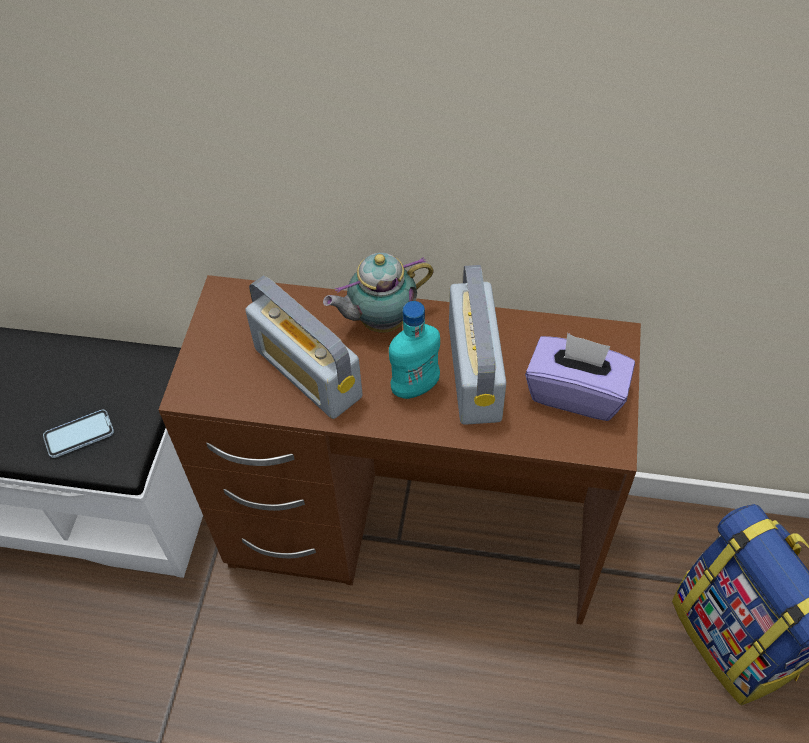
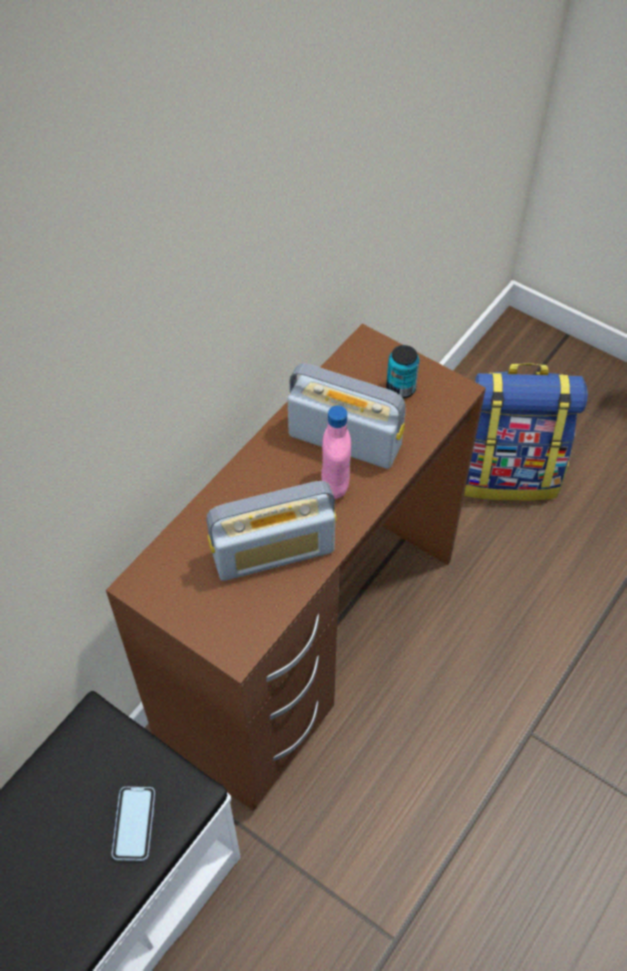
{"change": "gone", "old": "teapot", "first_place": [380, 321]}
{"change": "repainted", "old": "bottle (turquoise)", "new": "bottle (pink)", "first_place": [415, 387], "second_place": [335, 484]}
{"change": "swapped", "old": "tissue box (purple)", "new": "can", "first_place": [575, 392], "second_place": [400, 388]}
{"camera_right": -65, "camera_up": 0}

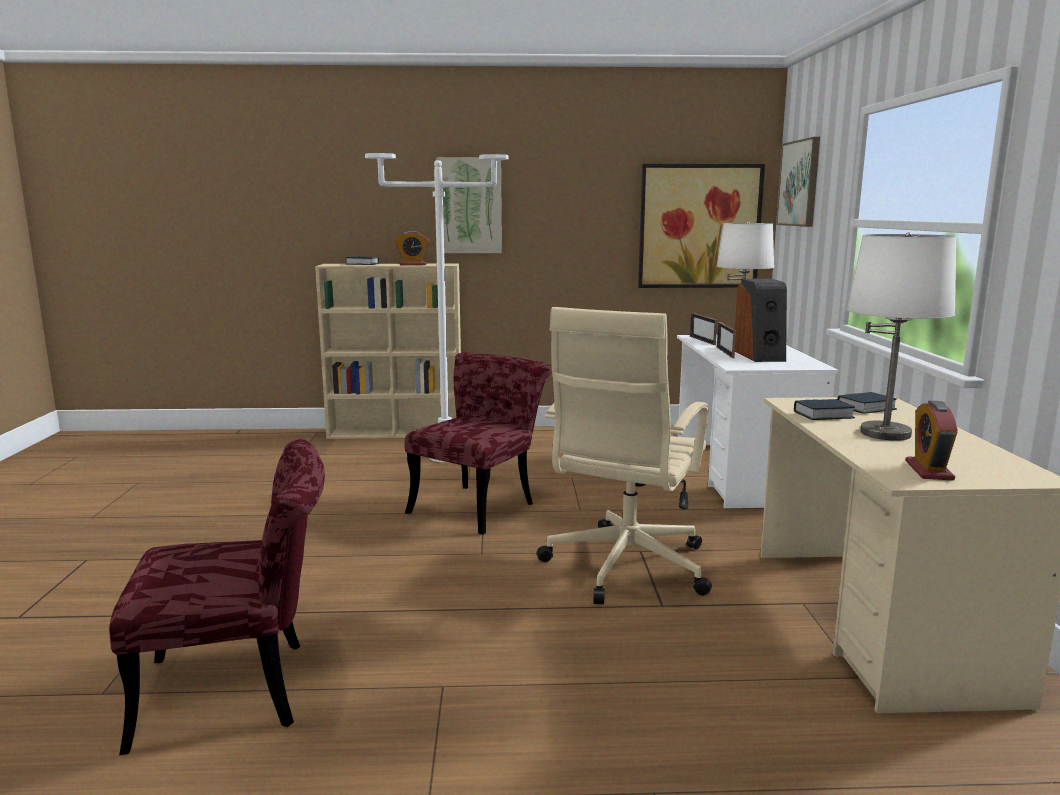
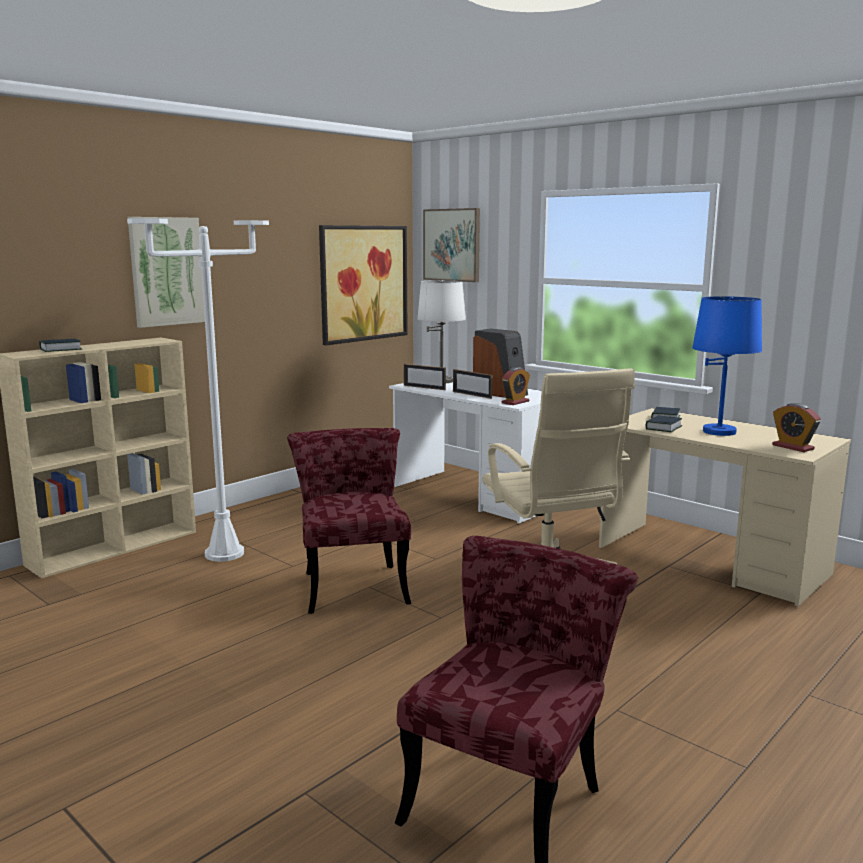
{"change": "shifted", "old": "alarm clock", "first_place": [413, 264], "second_place": [515, 402]}
{"change": "repainted", "old": "table lamp (white)", "new": "table lamp (blue)", "first_place": [885, 433], "second_place": [719, 431]}
{"camera_right": -45, "camera_up": 0}

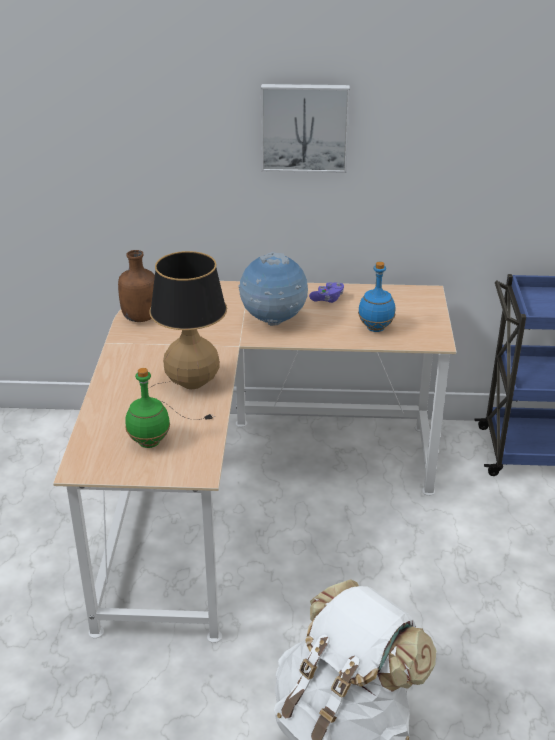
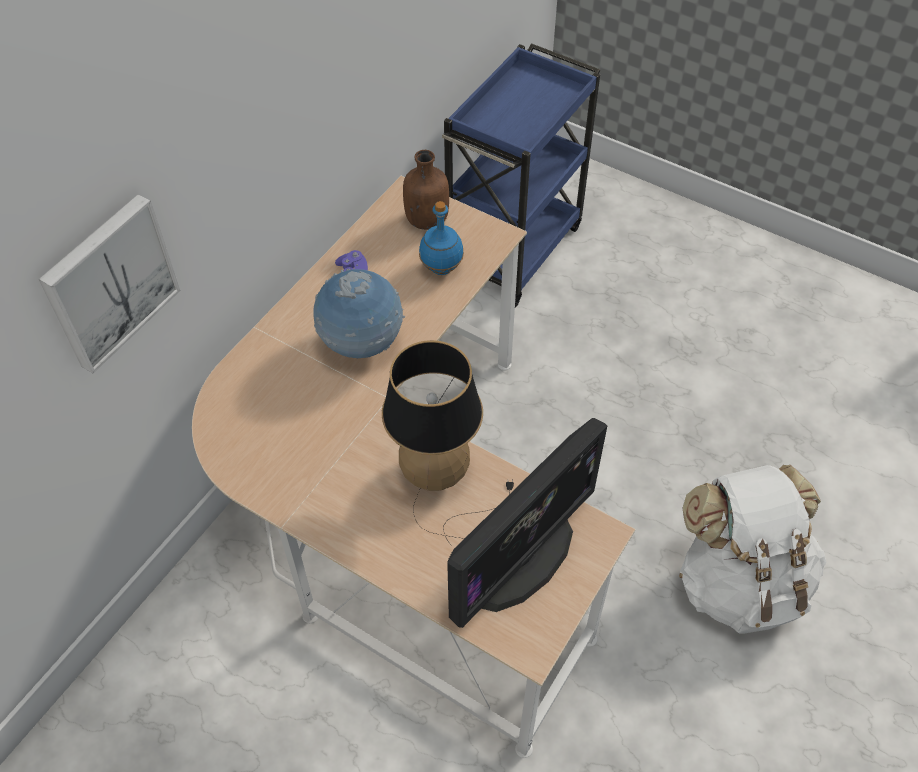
{"change": "shifted", "old": "bottle (brown)", "first_place": [141, 317], "second_place": [427, 220]}
{"change": "swapped", "old": "bottle (green)", "new": "monitor", "first_place": [150, 442], "second_place": [521, 559]}
{"change": "shifted", "old": "picture", "first_place": [304, 127], "second_place": [109, 282]}
{"camera_right": -60, "camera_up": 20}

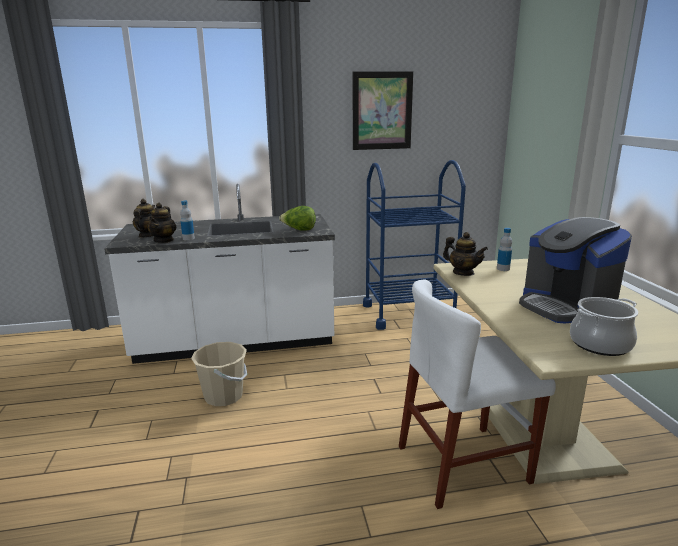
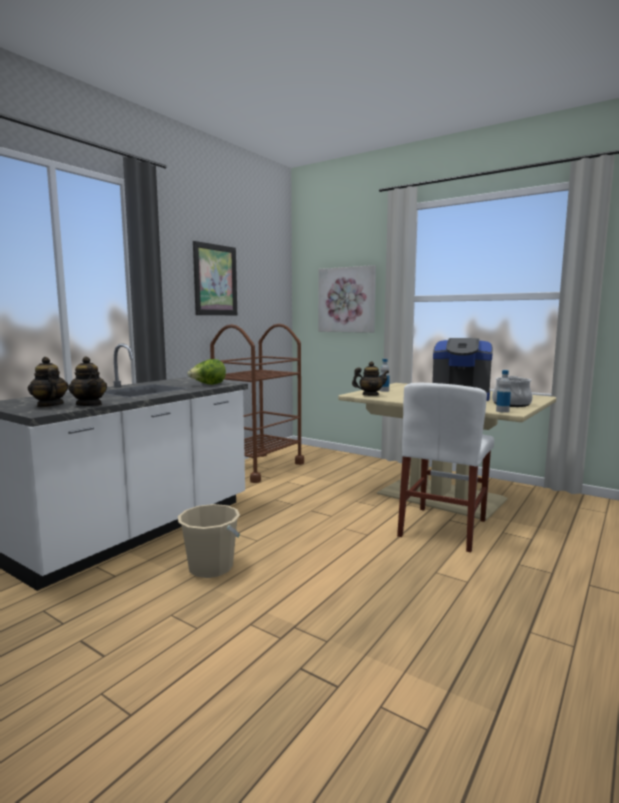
{"change": "shifted", "old": "bottle", "first_place": [188, 238], "second_place": [502, 411]}
{"change": "repainted", "old": "cart (blue)", "new": "cart (brown)", "first_place": [408, 313], "second_place": [258, 467]}
{"change": "new", "new": "picture", "second_place": [347, 300]}
{"camera_right": -45, "camera_up": -10}

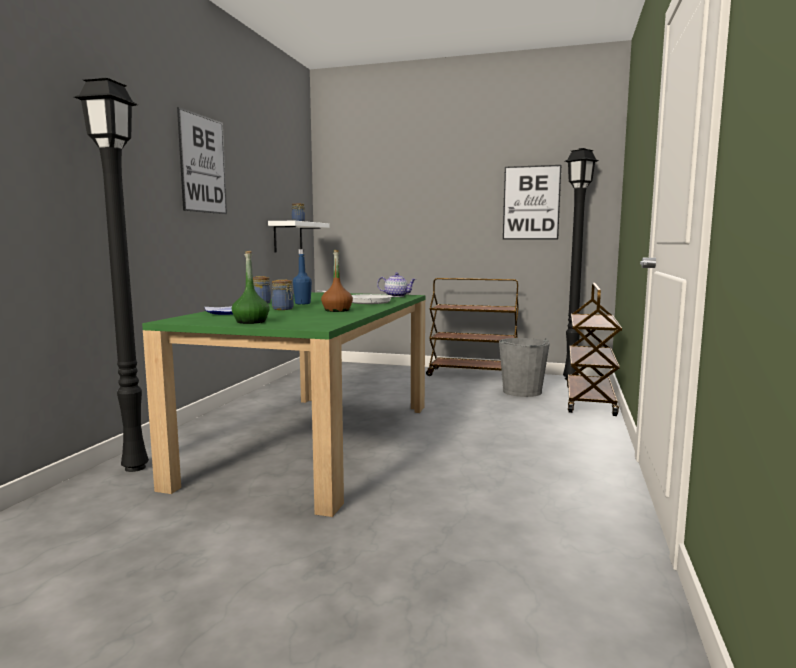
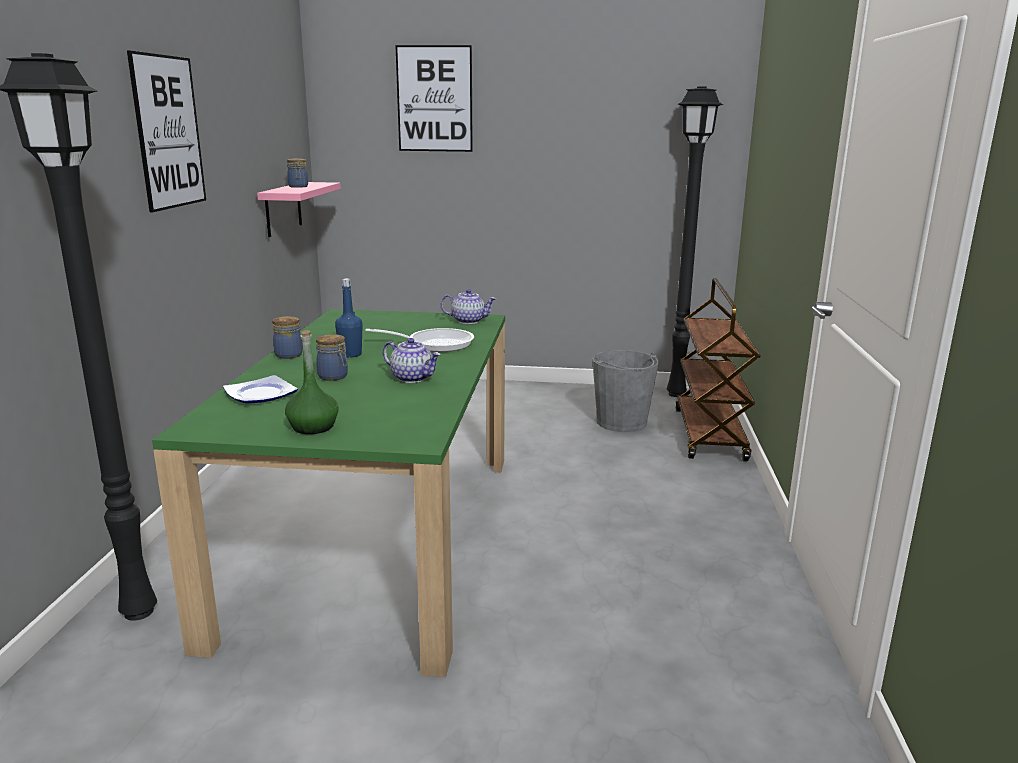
{"change": "repainted", "old": "shelf (white)", "new": "shelf (pink)", "first_place": [288, 237], "second_place": [283, 209]}
{"change": "swapped", "old": "bottle (brown)", "new": "teapot", "first_place": [337, 310], "second_place": [413, 378]}
{"change": "gone", "old": "cart (brown)", "first_place": [473, 374]}
{"change": "shifted", "old": "picture", "first_place": [531, 203], "second_place": [434, 99]}
{"camera_right": -10, "camera_up": 10}

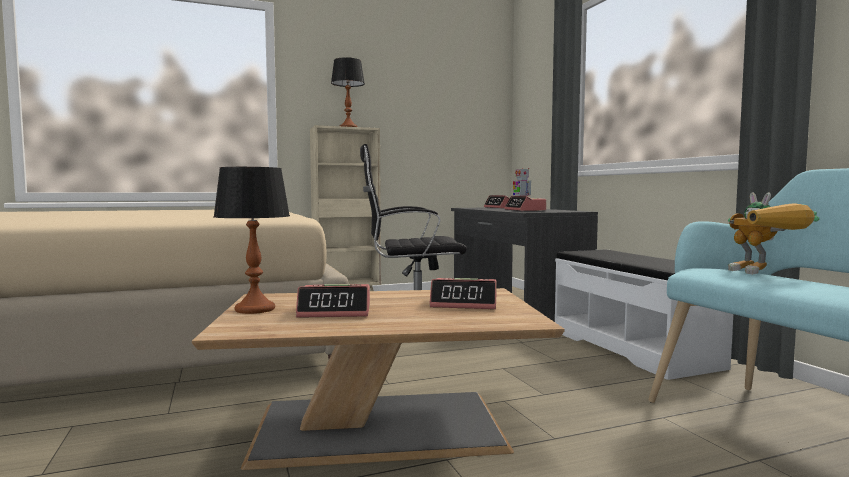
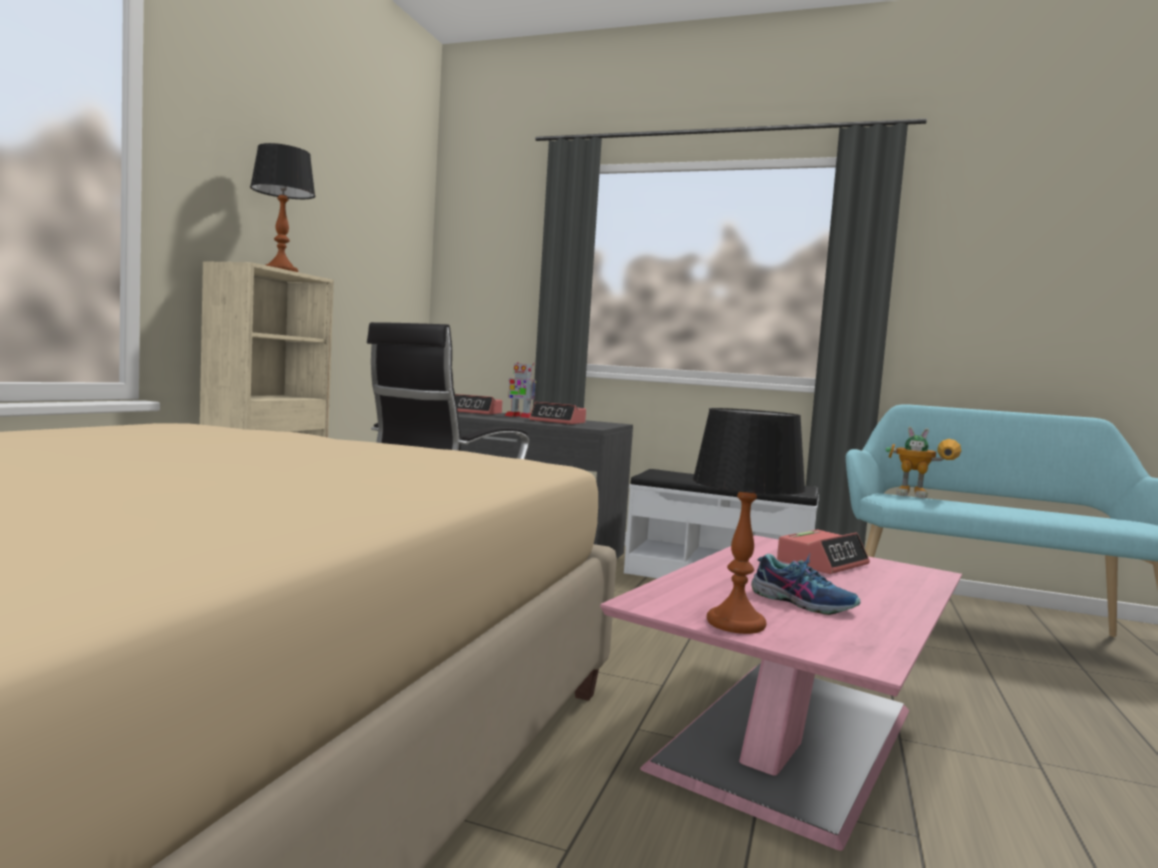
{"change": "repainted", "old": "coffee table (brown)", "new": "coffee table (pink)", "first_place": [384, 426], "second_place": [790, 733]}
{"change": "swapped", "old": "alarm clock", "new": "shoe", "first_place": [335, 312], "second_place": [803, 602]}
{"camera_right": -50, "camera_up": 0}

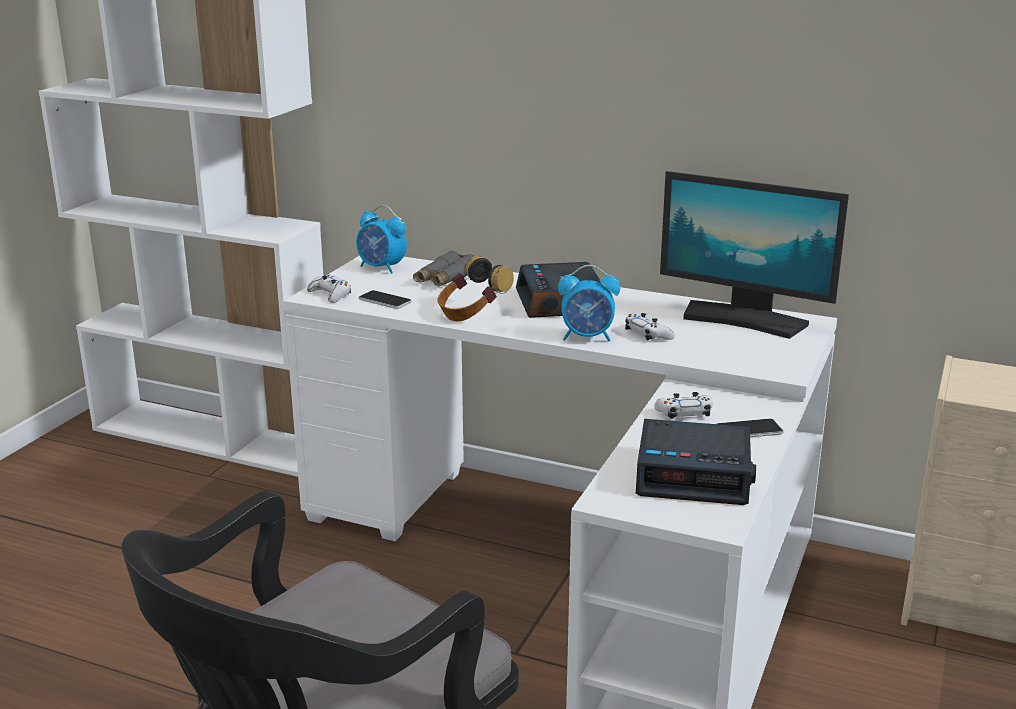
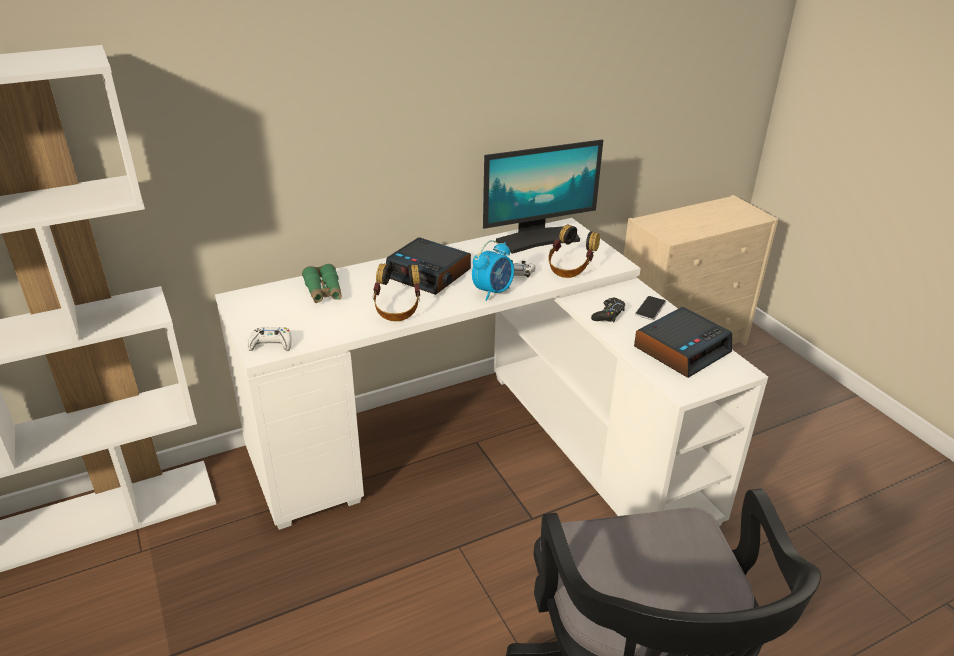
{"change": "gone", "old": "alarm clock", "first_place": [382, 268]}
{"change": "gone", "old": "phone", "first_place": [385, 301]}
{"change": "repainted", "old": "binoculars (grey)", "new": "binoculars (green)", "first_place": [445, 279], "second_place": [324, 291]}
{"change": "repainted", "old": "game controller (white)", "new": "game controller (black)", "first_place": [684, 413], "second_place": [608, 315]}
{"change": "new", "new": "headphones", "second_place": [570, 269]}
{"camera_right": -50, "camera_up": 10}

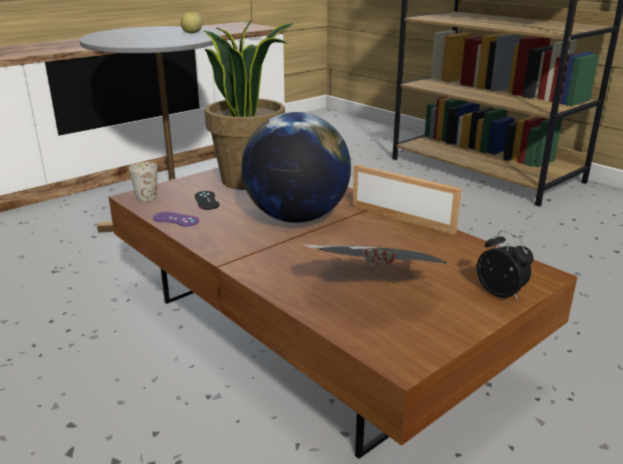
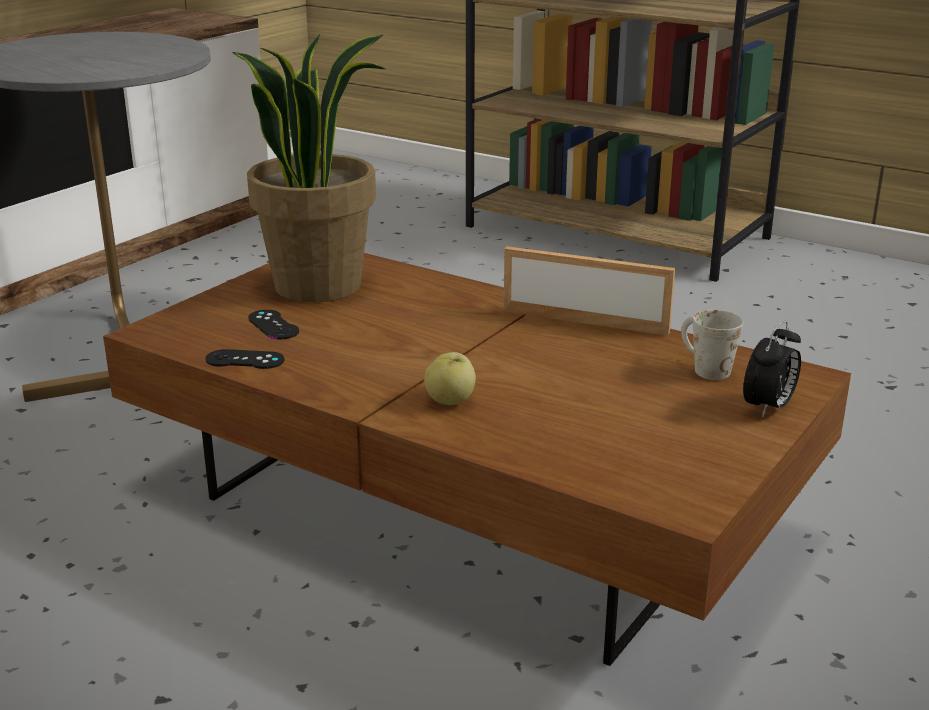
{"change": "shifted", "old": "mug (white)", "first_place": [146, 195], "second_place": [703, 368]}
{"change": "repainted", "old": "game controller (purple)", "new": "game controller (black)", "first_place": [176, 219], "second_place": [245, 360]}
{"change": "shifted", "old": "apple", "first_place": [192, 33], "second_place": [451, 401]}
{"change": "gone", "old": "globe", "first_place": [296, 218]}
{"change": "gone", "old": "newspaper", "first_place": [375, 287]}
{"change": "rotated", "old": "alarm clock", "first_place": [501, 294], "second_place": [768, 408], "degrees": 90}
{"camera_right": -15, "camera_up": 0}

